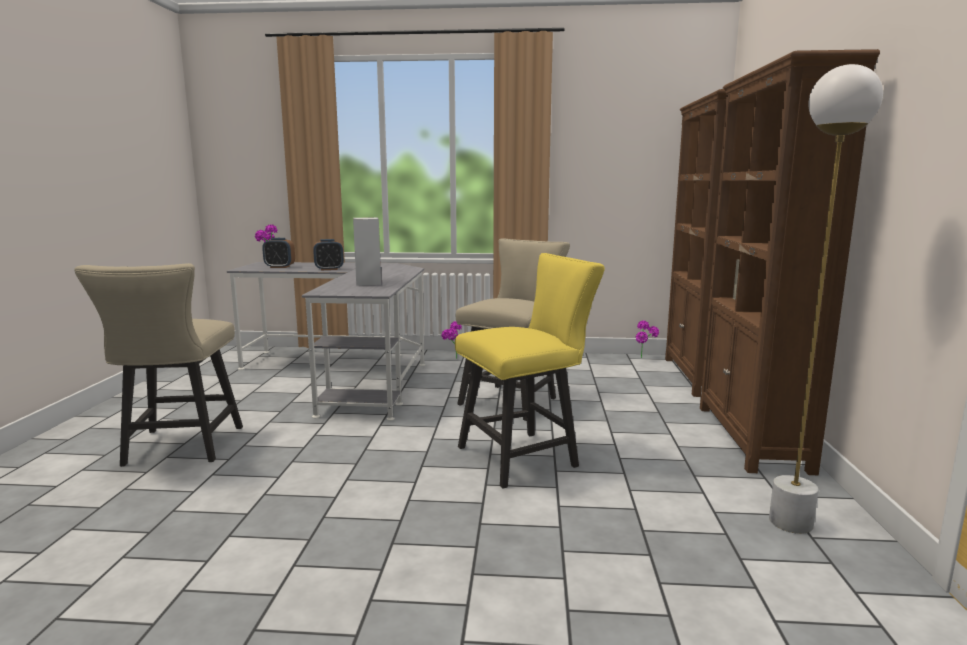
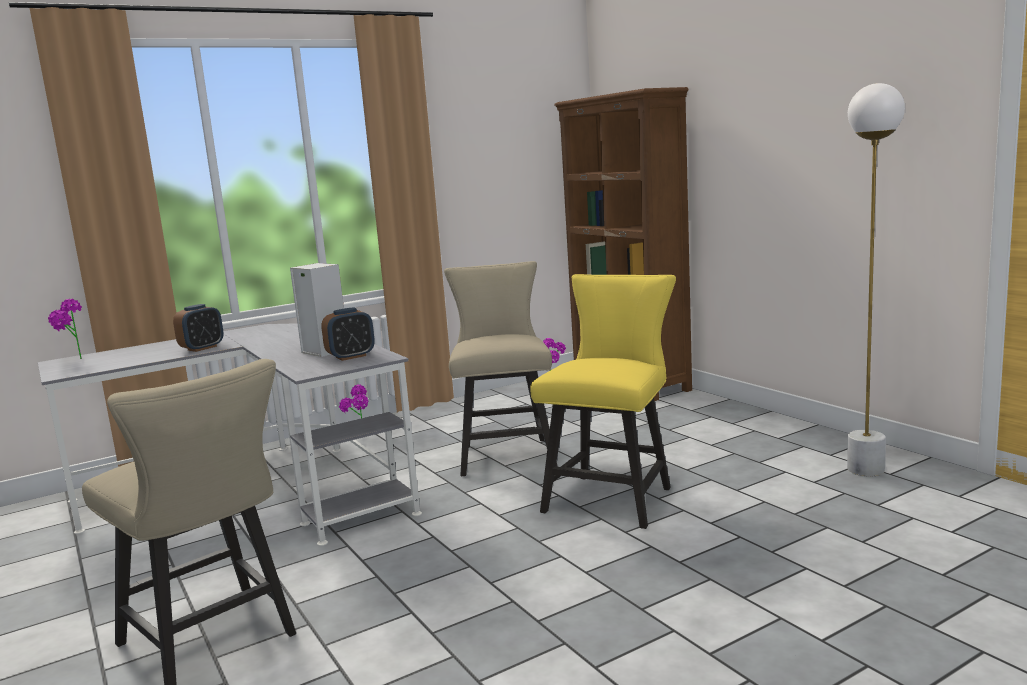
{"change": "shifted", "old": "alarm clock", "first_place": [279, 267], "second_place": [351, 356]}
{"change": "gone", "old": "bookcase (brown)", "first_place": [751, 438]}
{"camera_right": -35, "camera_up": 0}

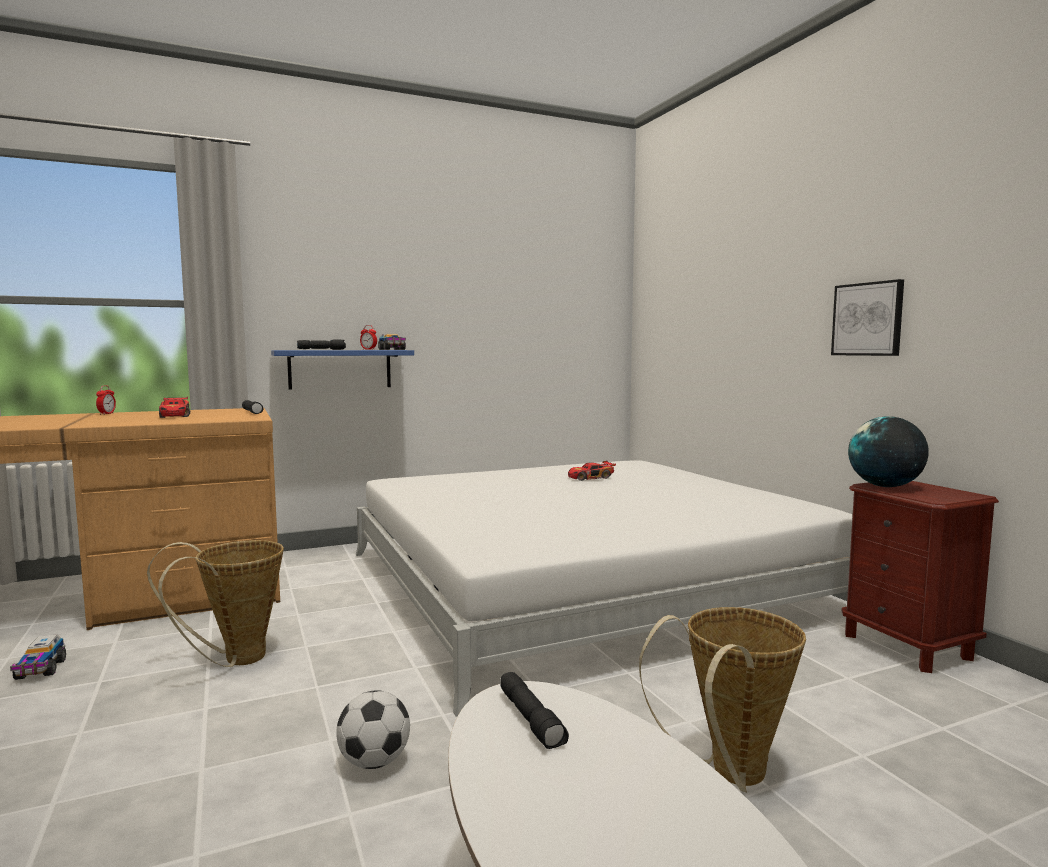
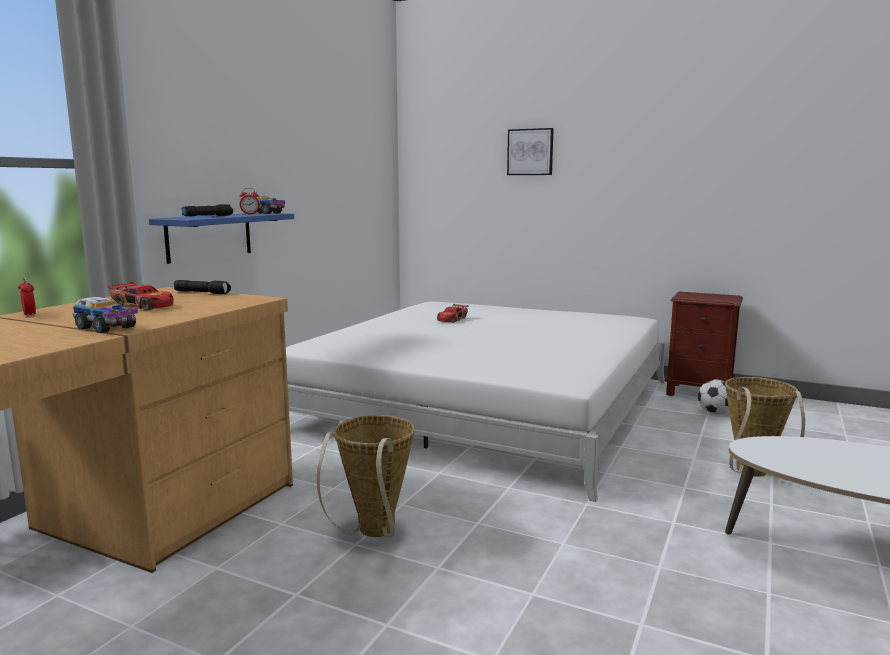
{"change": "shifted", "old": "toy truck", "first_place": [40, 670], "second_place": [107, 328]}
{"change": "shifted", "old": "football", "first_place": [374, 762], "second_place": [714, 413]}
{"change": "gone", "old": "flashlight (black)", "first_place": [532, 720]}
{"change": "shifted", "old": "picture", "first_place": [867, 319], "second_place": [530, 152]}
{"change": "gone", "old": "globe", "first_place": [885, 486]}
{"camera_right": -40, "camera_up": 5}

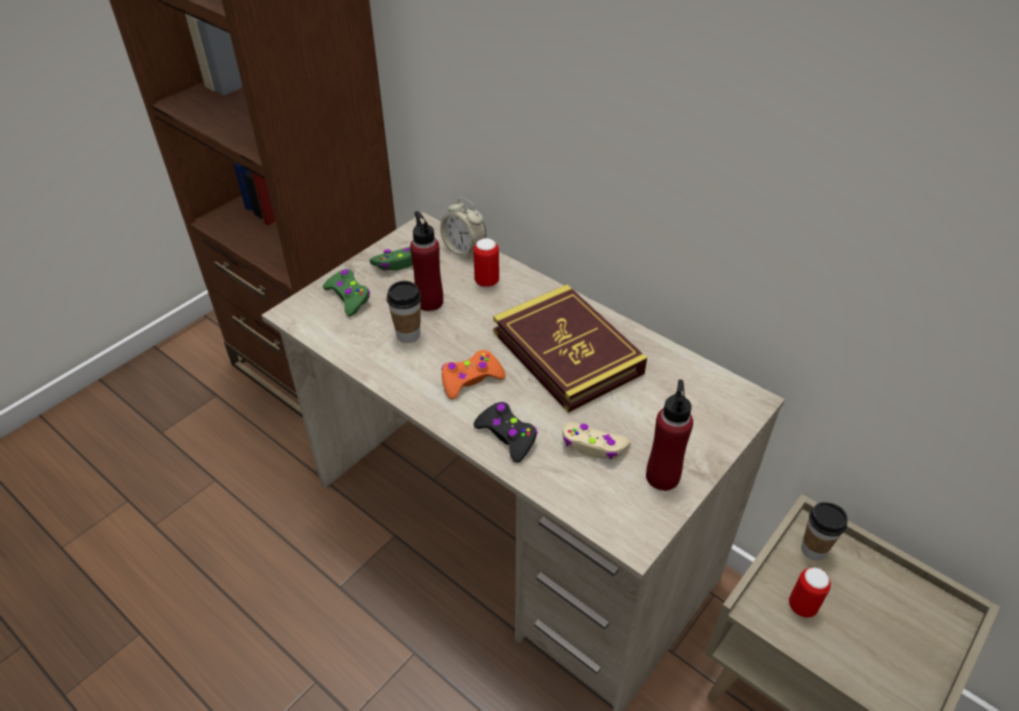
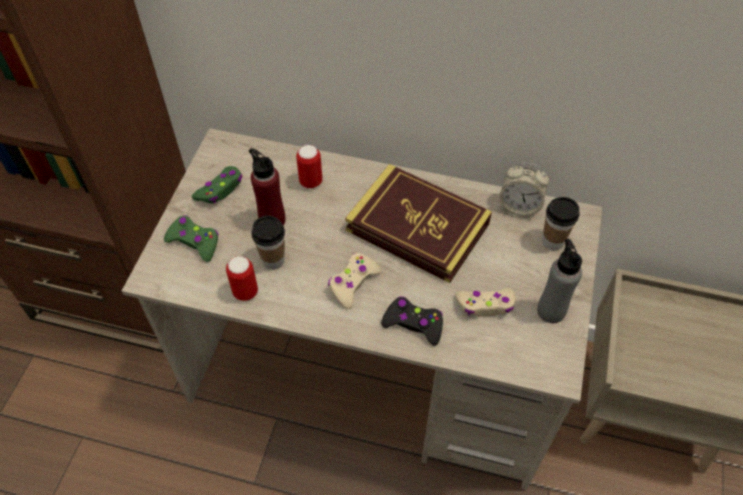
{"change": "shifted", "old": "alarm clock", "first_place": [464, 249], "second_place": [519, 206]}
{"change": "repainted", "old": "game controller (orange)", "new": "game controller (beige)", "first_place": [470, 379], "second_place": [353, 283]}
{"change": "repainted", "old": "bottle (red)", "new": "bottle (grey)", "first_place": [662, 476], "second_place": [551, 311]}
{"change": "shifted", "old": "can", "first_place": [802, 606], "second_place": [245, 292]}
{"change": "shifted", "old": "cup", "first_place": [813, 549], "second_place": [552, 241]}
{"camera_right": -25, "camera_up": 10}

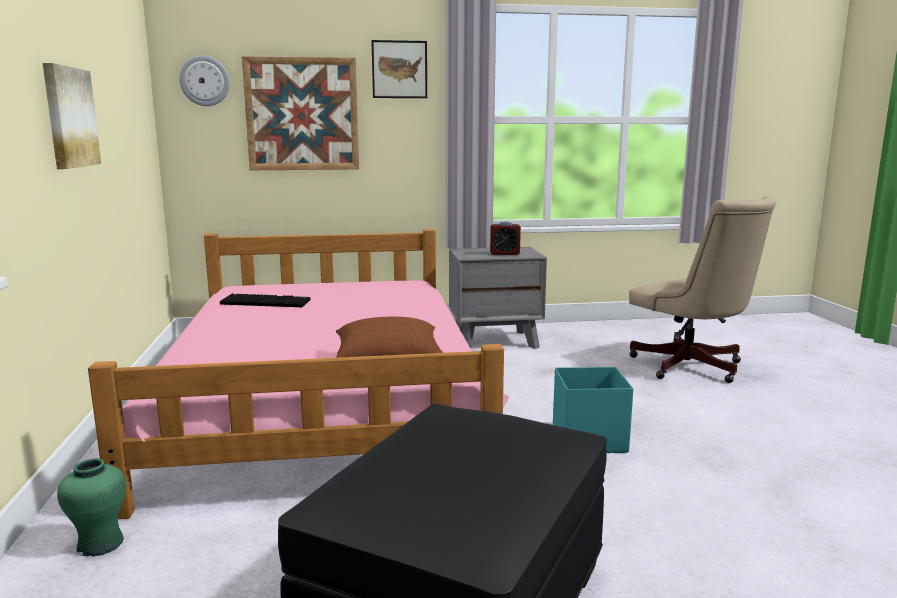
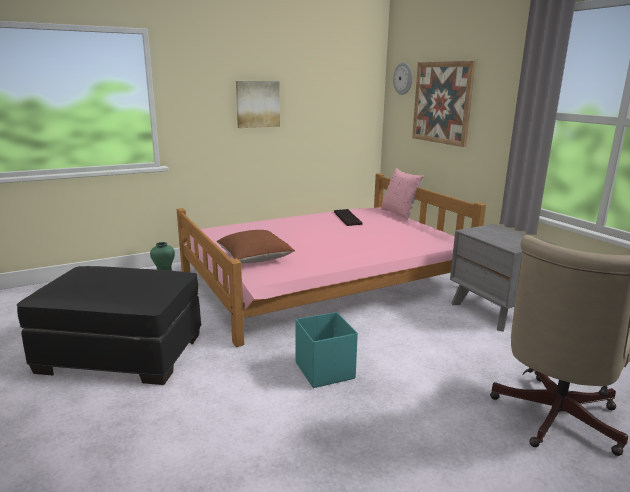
{"change": "gone", "old": "picture", "first_place": [399, 69]}
{"change": "gone", "old": "alarm clock", "first_place": [504, 253]}
{"change": "new", "new": "pillow (pink)", "second_place": [399, 213]}
{"camera_right": 70, "camera_up": 5}

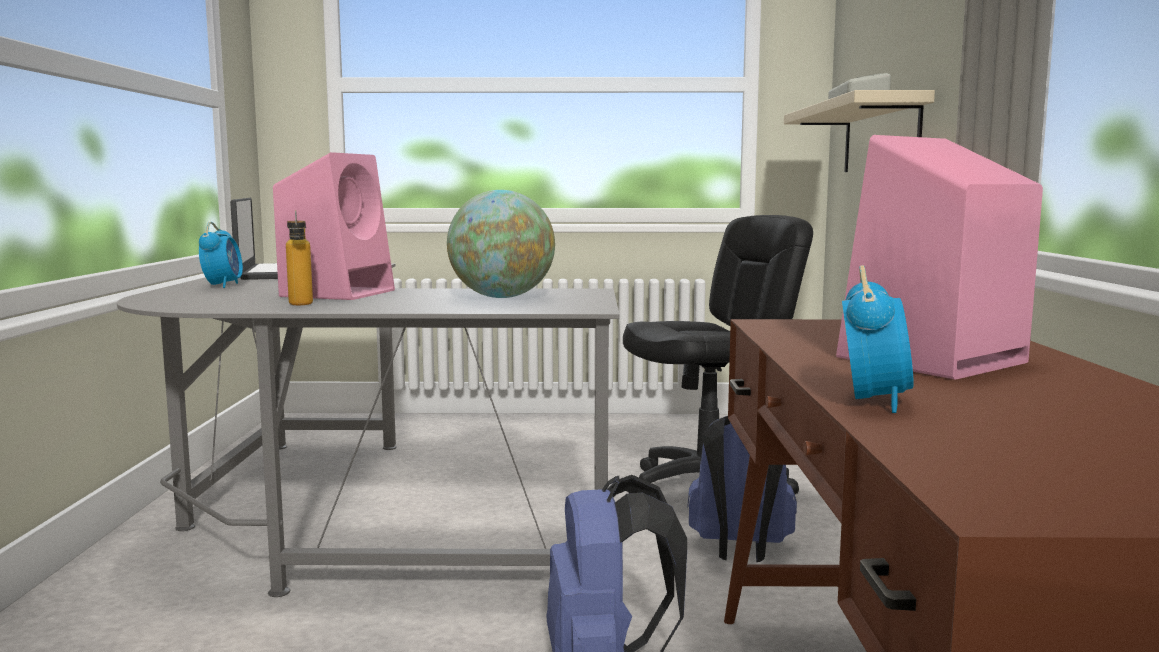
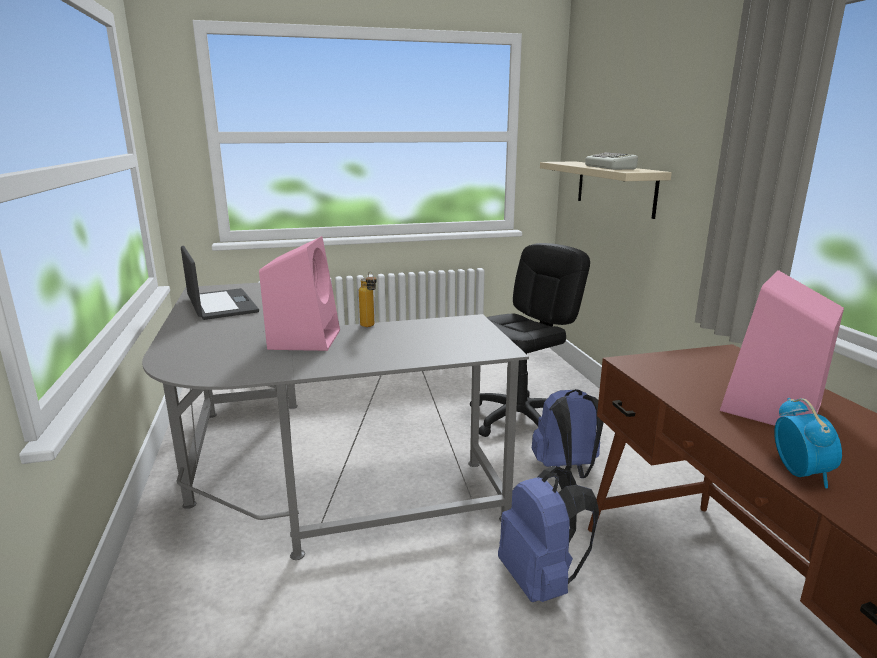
{"change": "gone", "old": "alarm clock", "first_place": [223, 285]}
{"change": "shifted", "old": "bottle", "first_place": [300, 305], "second_place": [369, 327]}
{"change": "gone", "old": "globe", "first_place": [502, 297]}
{"camera_right": -15, "camera_up": 10}

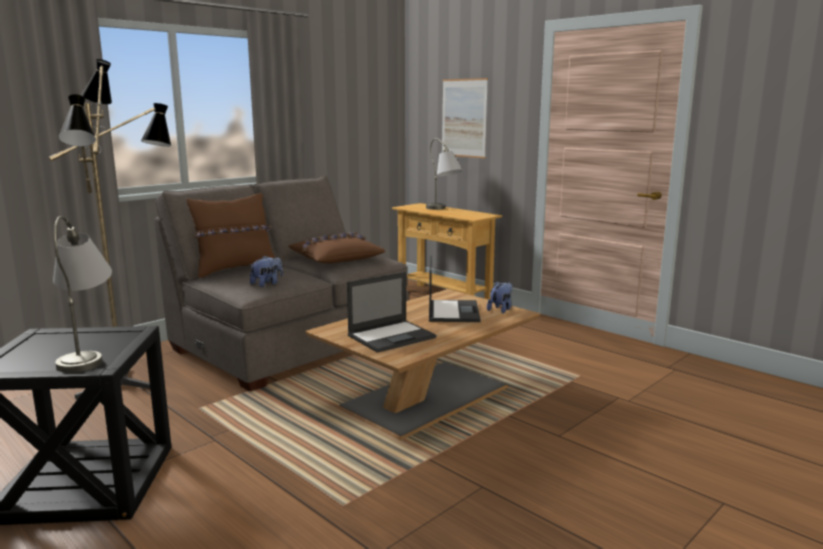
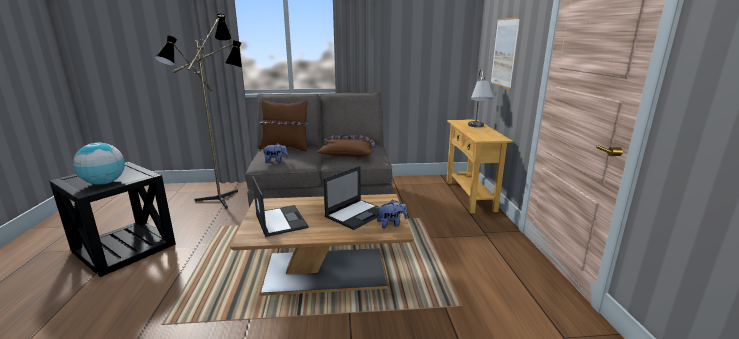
{"change": "swapped", "old": "table lamp (grey)", "new": "globe", "first_place": [88, 354], "second_place": [104, 183]}
{"change": "rotated", "old": "laptop", "first_place": [392, 336], "second_place": [280, 220], "degrees": -120}
{"camera_right": 40, "camera_up": 5}

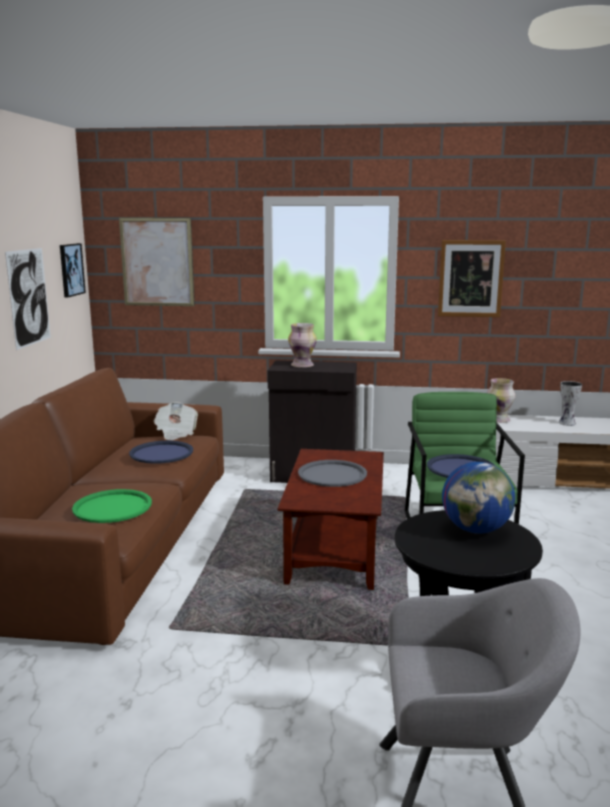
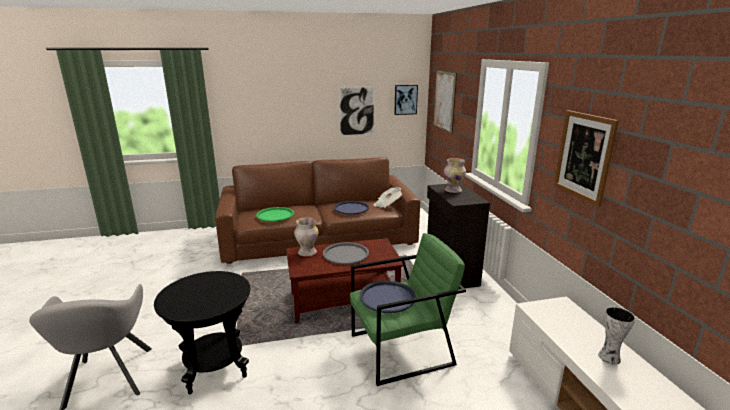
{"change": "gone", "old": "globe", "first_place": [476, 530]}
{"change": "shifted", "old": "vase", "first_place": [499, 420], "second_place": [306, 252]}
{"camera_right": 70, "camera_up": 5}

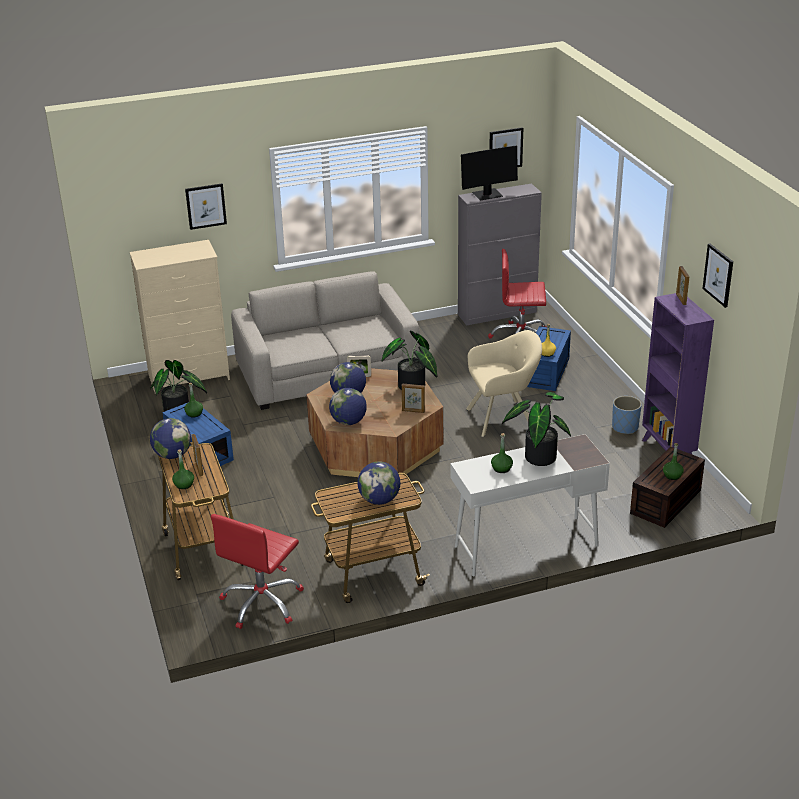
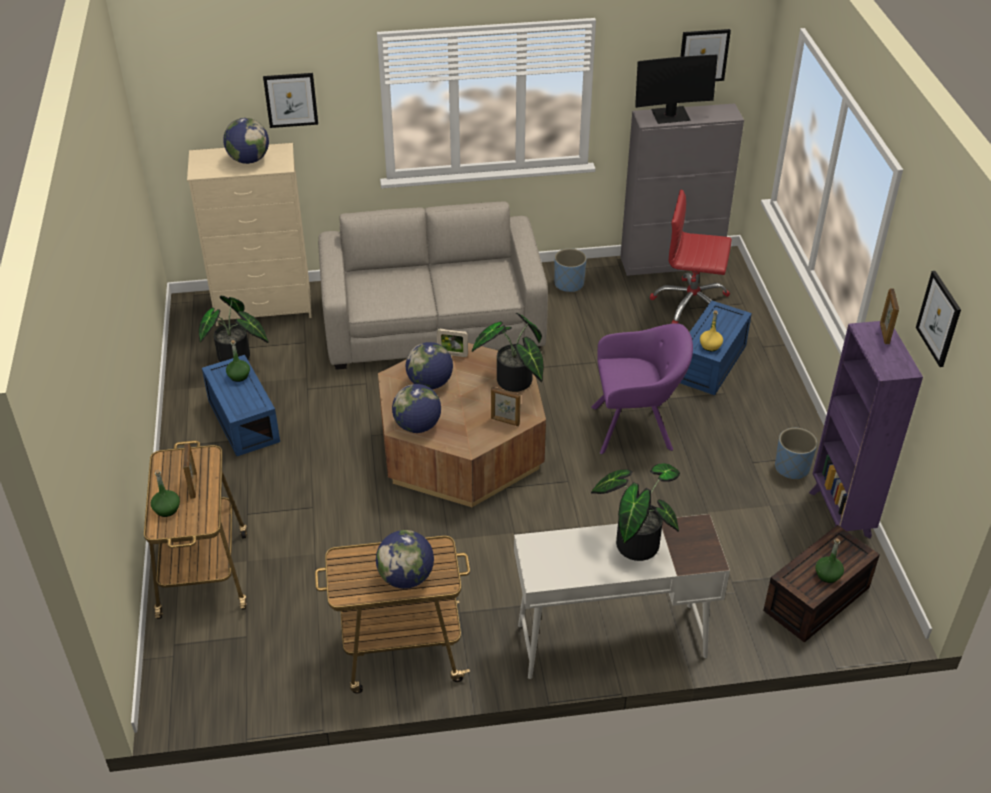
{"change": "shifted", "old": "globe", "first_place": [172, 455], "second_place": [249, 160]}
{"change": "gone", "old": "office chair (red)", "first_place": [262, 602]}
{"change": "repainted", "old": "armchair (beige)", "new": "armchair (purple)", "first_place": [503, 417], "second_place": [636, 427]}
{"change": "gone", "old": "bottle (green)", "first_place": [501, 468]}
{"change": "new", "new": "planter (blue)", "second_place": [569, 284]}
{"camera_right": 10, "camera_up": 10}

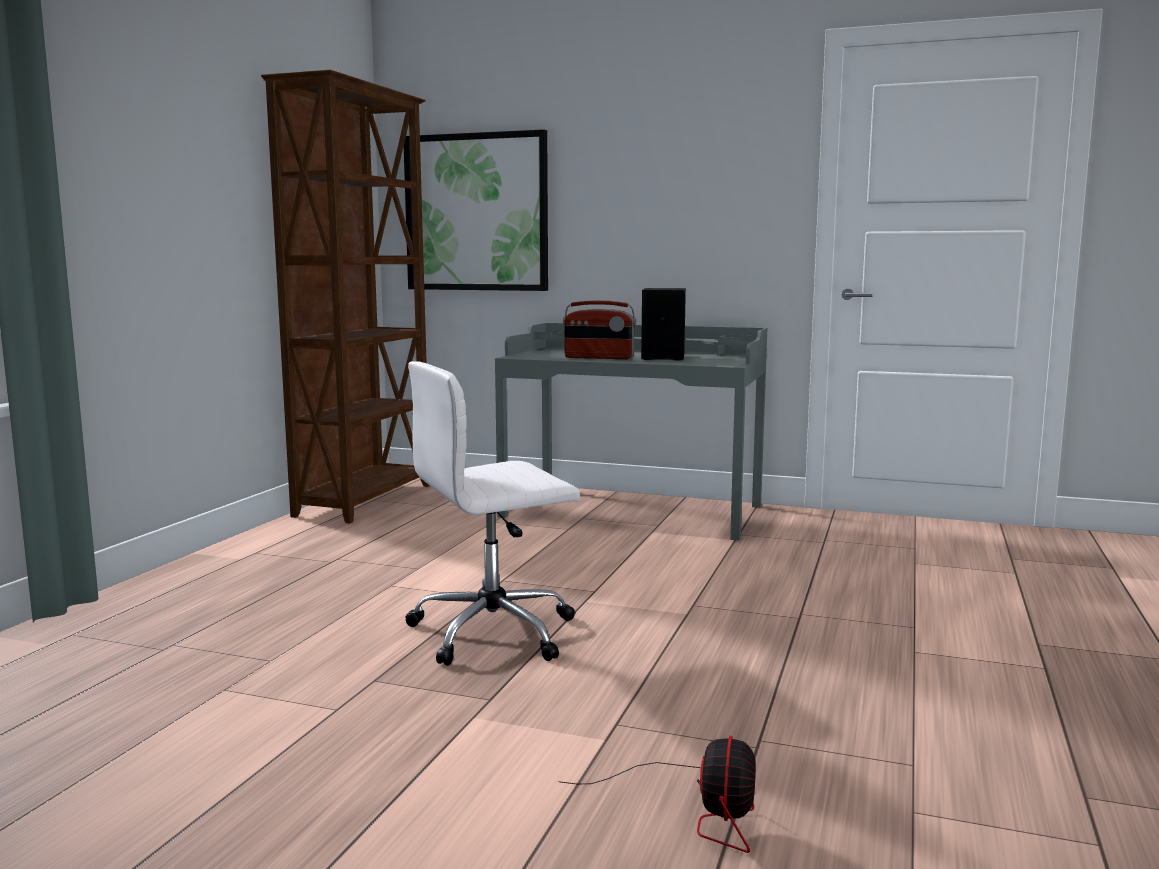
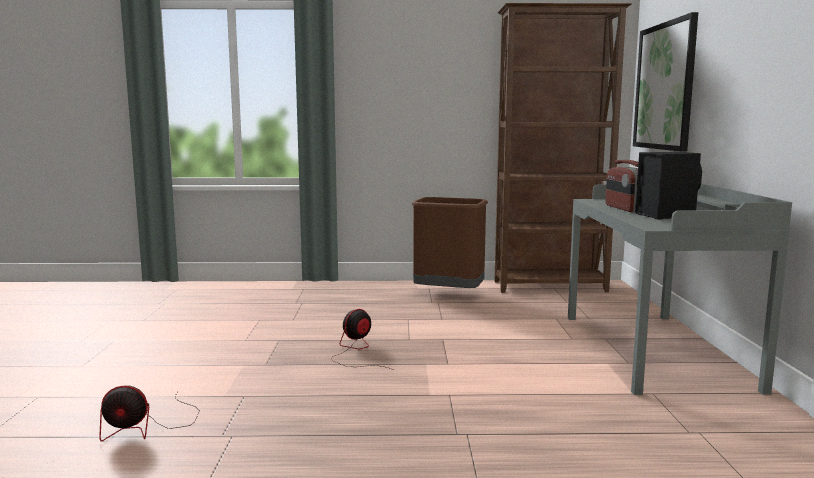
{"change": "swapped", "old": "office chair (white)", "new": "fan", "first_place": [496, 632], "second_place": [356, 351]}
{"change": "new", "new": "trash can (brown)", "second_place": [449, 294]}
{"camera_right": 70, "camera_up": 0}

